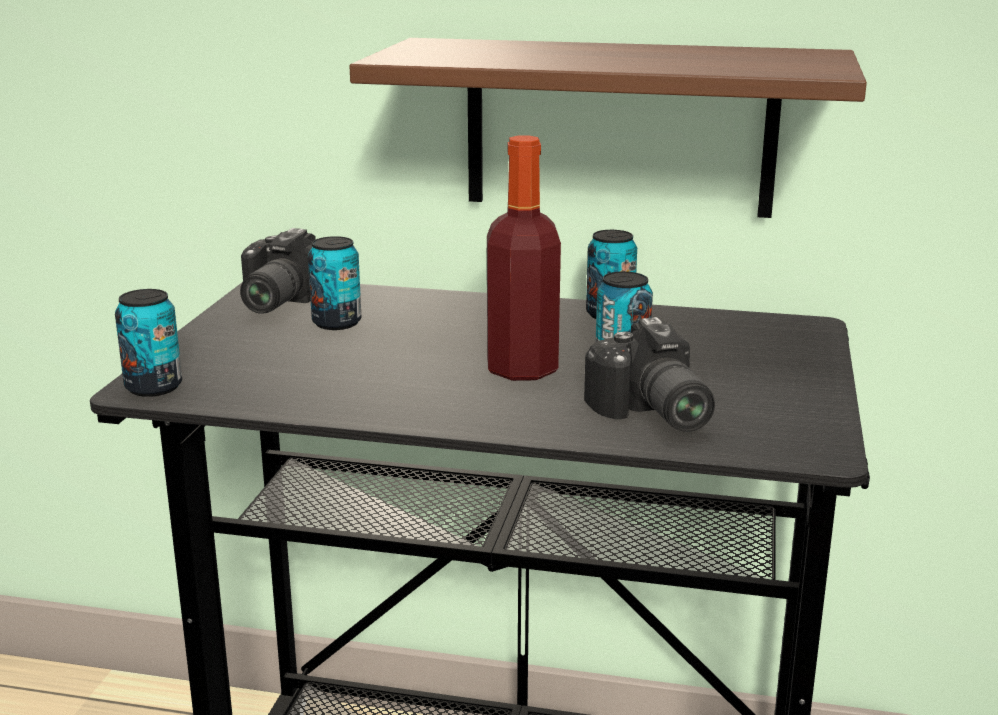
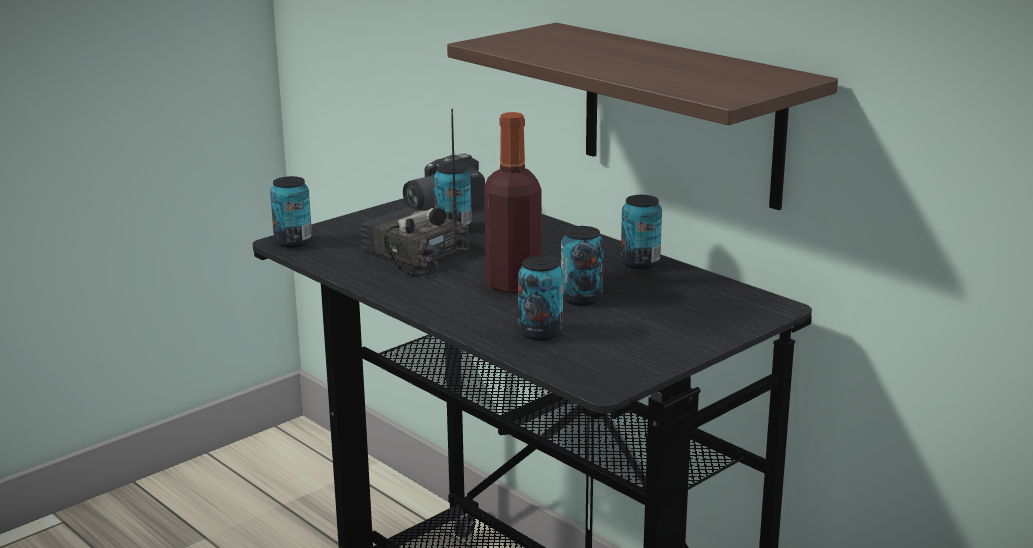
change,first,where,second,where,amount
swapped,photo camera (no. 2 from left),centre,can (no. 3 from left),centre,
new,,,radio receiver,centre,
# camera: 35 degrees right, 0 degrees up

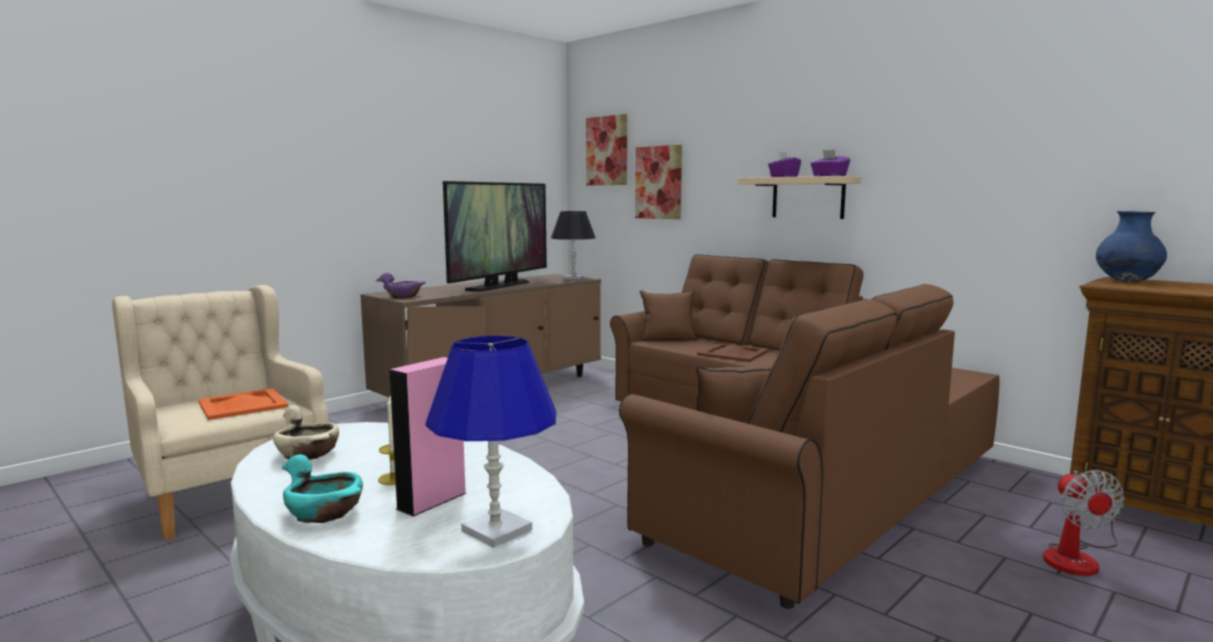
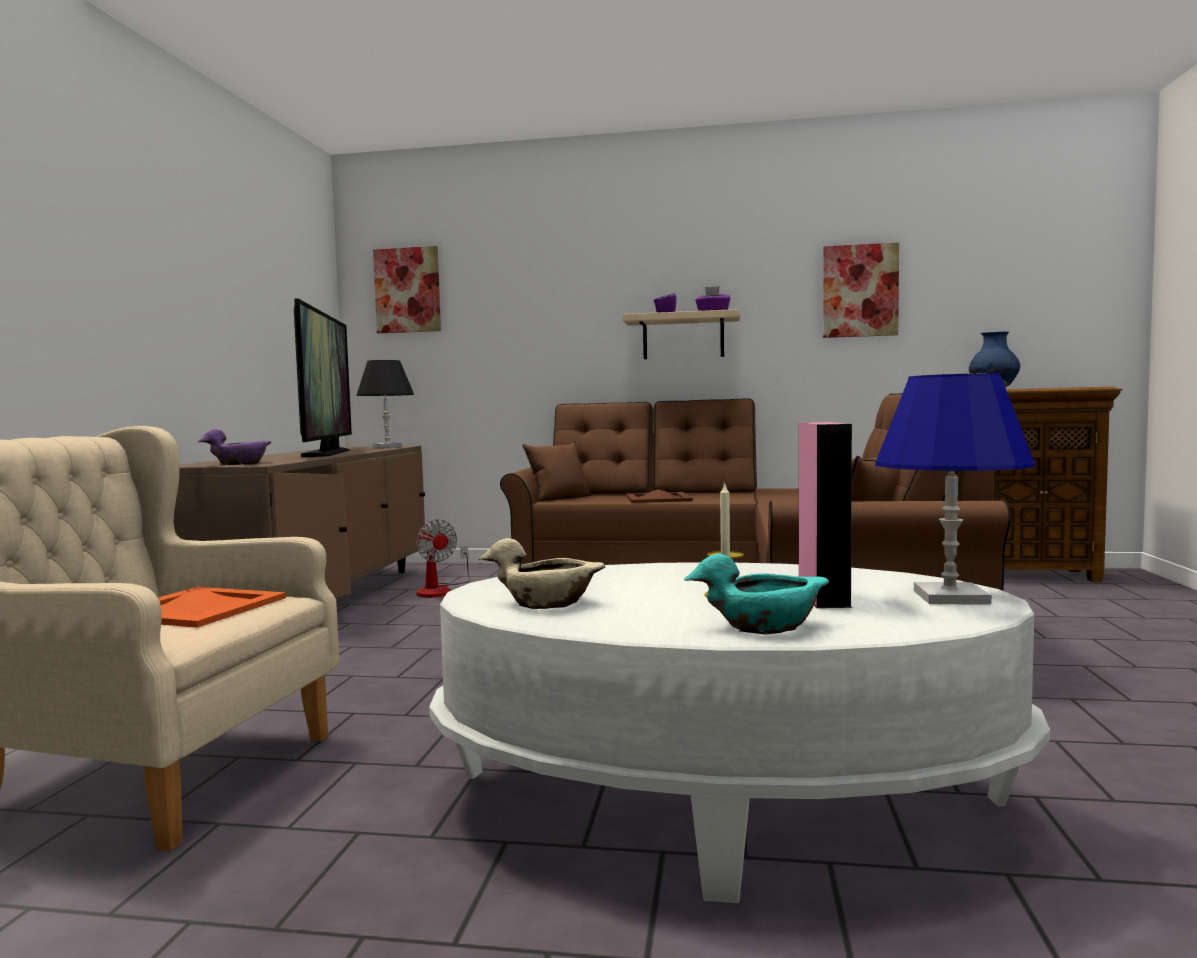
change,first,where,second,where,amount
shifted,picture (no. 2 from left),top centre,,top right,
shifted,cooling fan,bottom right,,centre,
# camera: 35 degrees left, 5 degrees down

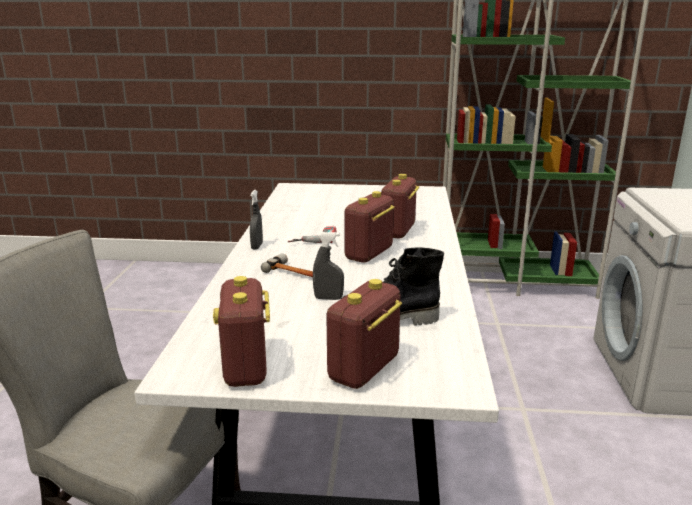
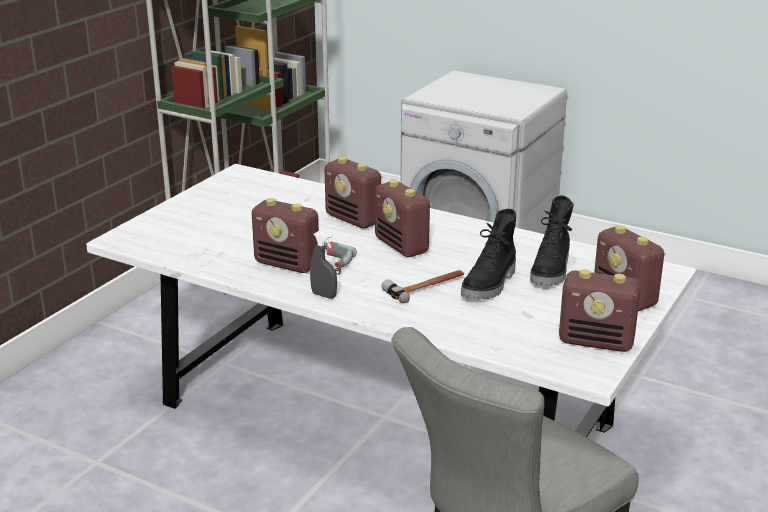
change,first,where,second,where,amount
swapped,greyish hand sprayer (no. 2 from left),centre,black boot (no. 1 from left),centre,
new,,,radio receiver (no. 1 from left),centre,
# camera: 65 degrees left, 5 degrees up

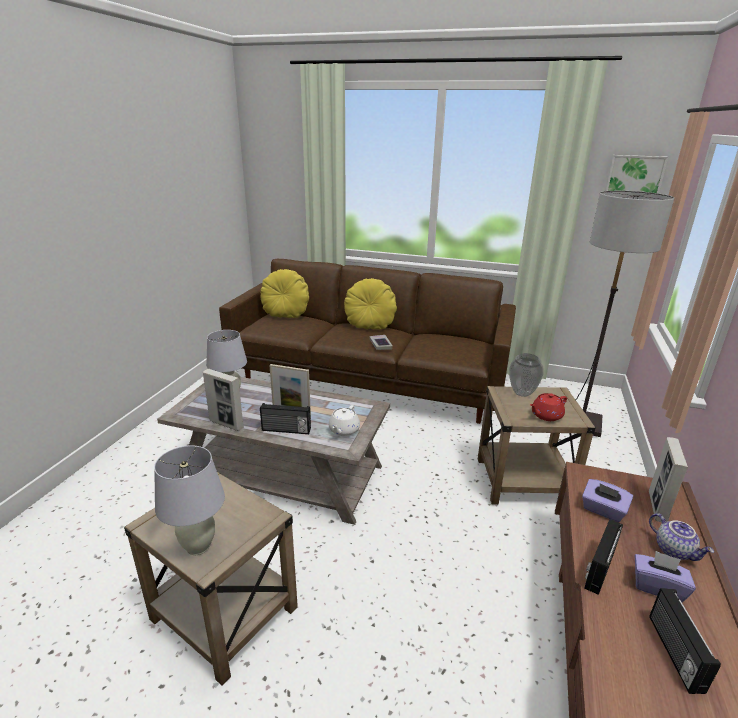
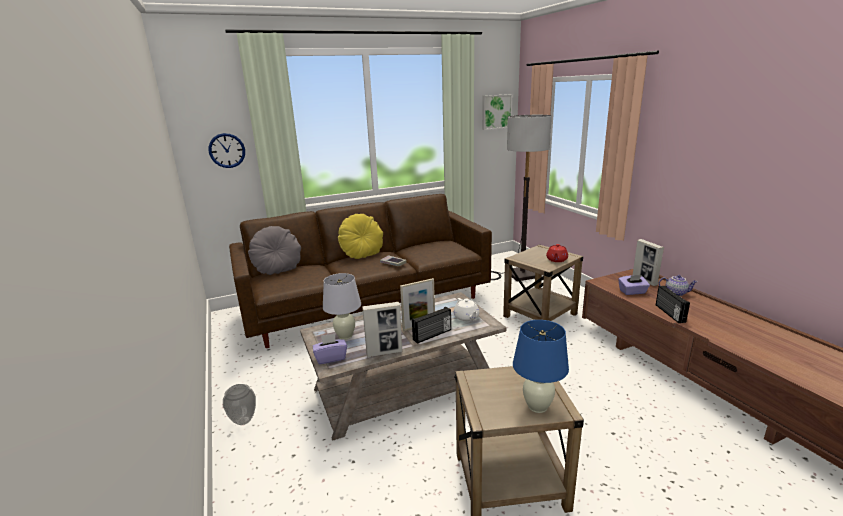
change,first,where,second,where,amount
repainted,white lamp for a table (no. 1 from left),bottom left,bluish lamp for a table,bottom centre,
repainted,yellow throw pillow (no. 1 from left),centre,greyish throw pillow,middle left,
shifted,vase,middle right,,bottom left,
shifted,purplish box of tissues (no. 2 from left in the first image),bottom right,purplish box of tissues (no. 1 from left),bottom centre,
gone,radio receiver (no. 3 from left),bottom right,,,
new,,,hanging clock,top left,
# camera: 40 degrees left, 5 degrees down

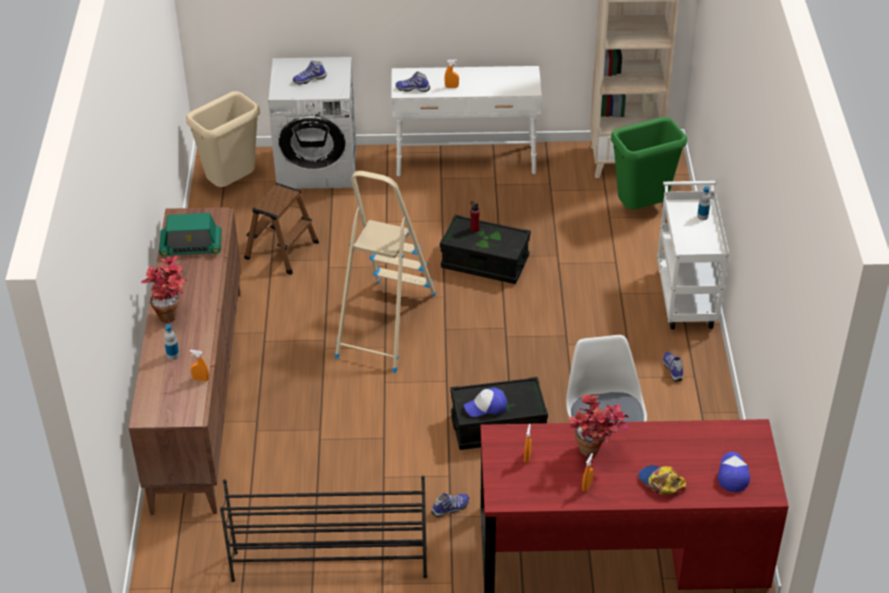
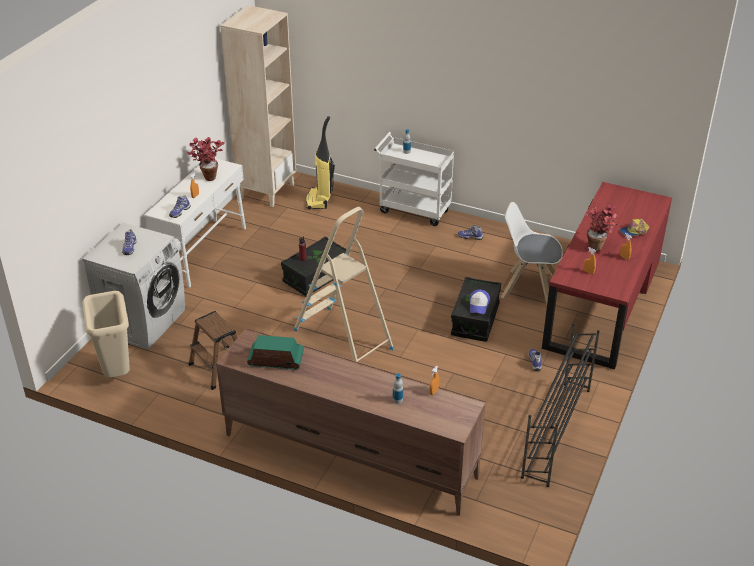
change,first,where,second,where,amount
shifted,potted plant (no. 1 from left),middle left,,top left,
rotated,radio receiver,middle left,,centre,105 degrees counterclockwise
swapped,green waste bin,top right,vacuum,top centre,
gone,baseball cap (no. 3 from left),bottom right,,,
# camera: 65 degrees left, 5 degrees down

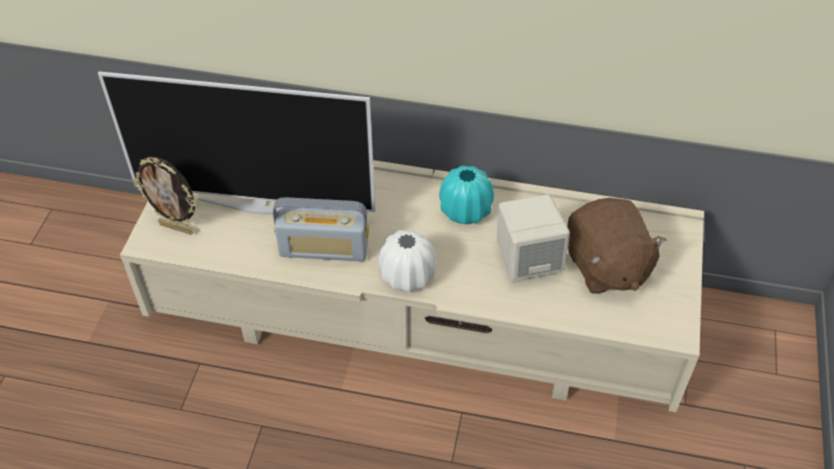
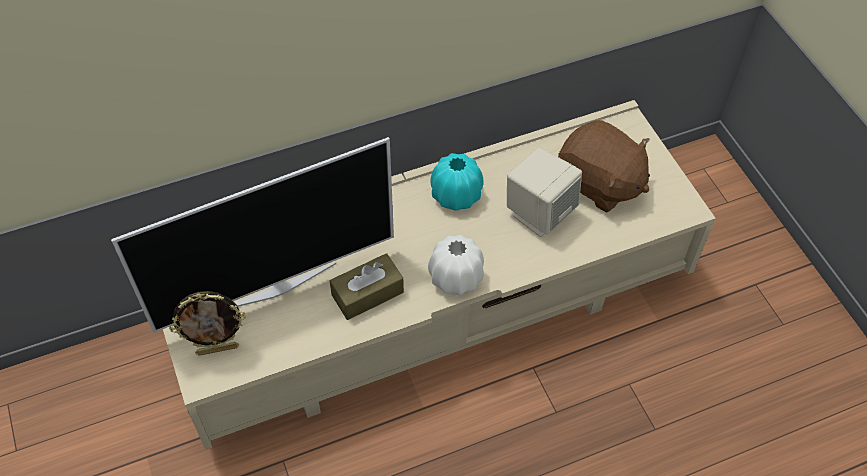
change,first,where,second,where,amount
swapped,radio receiver,centre,brown-coloured box of tissues,centre,
# camera: 35 degrees left, 5 degrees up

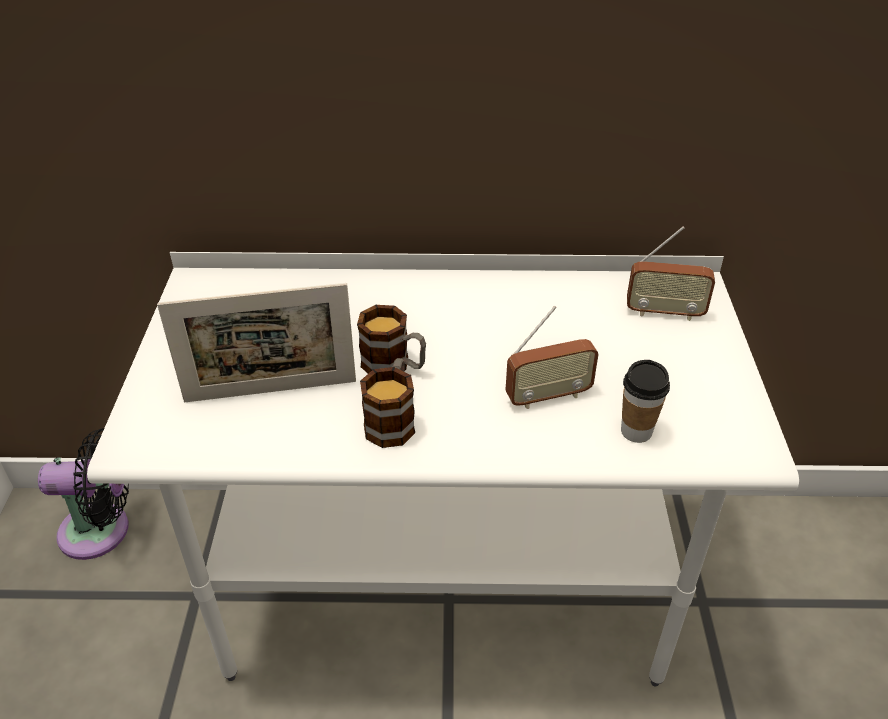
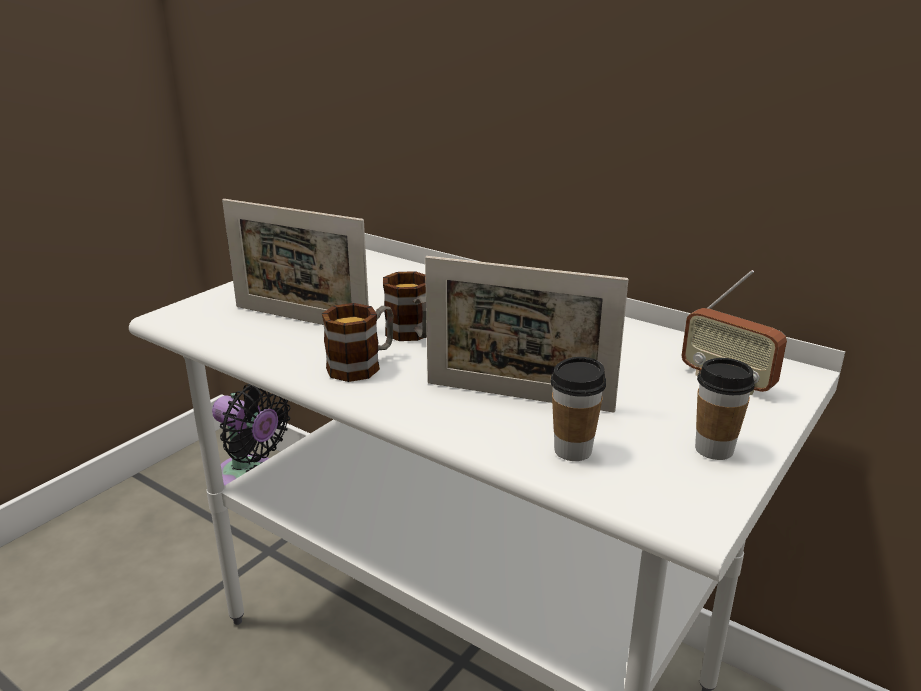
change,first,where,second,where,amount
swapped,radio receiver (no. 1 from left),centre,photo frame (no. 2 from left),centre,
new,,,small cup (no. 2 from left),middle right,
# camera: 35 degrees right, 15 degrees down

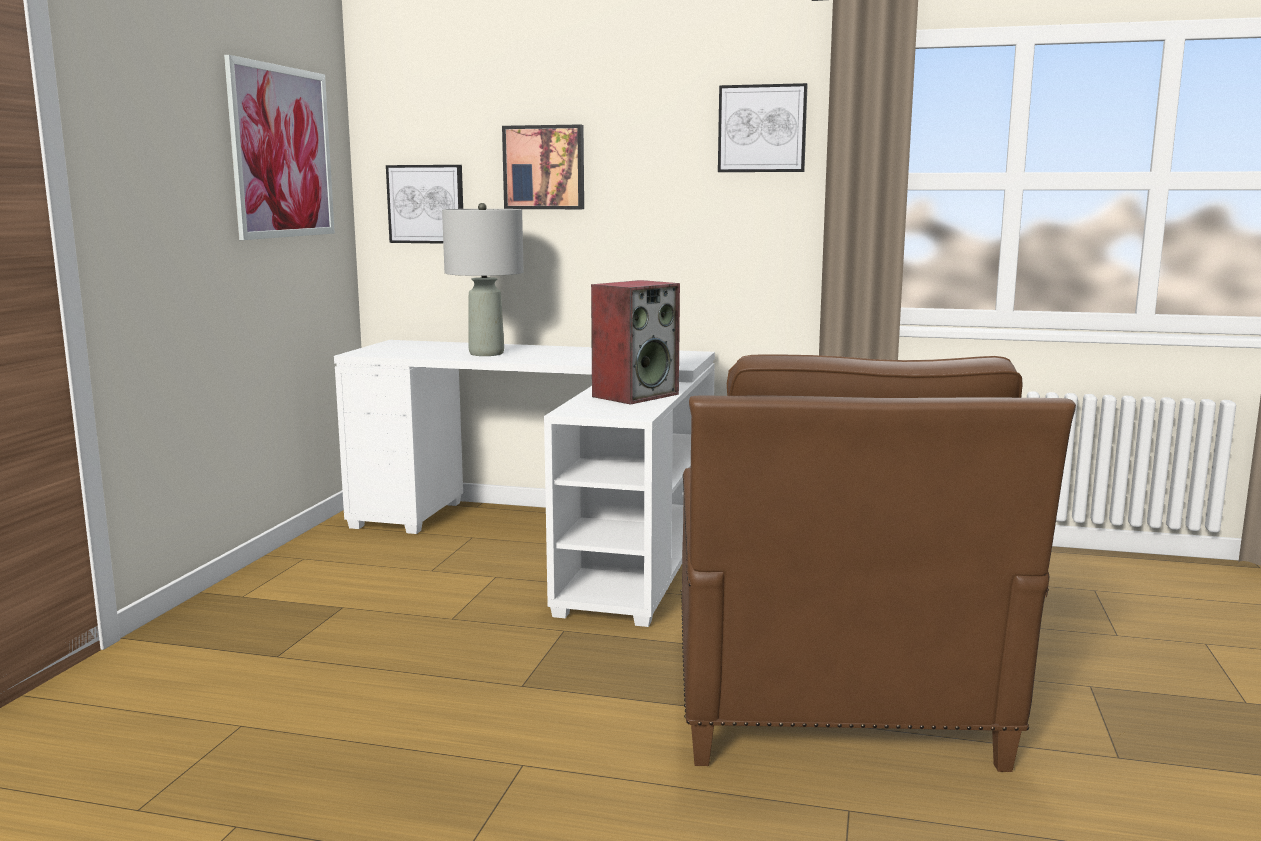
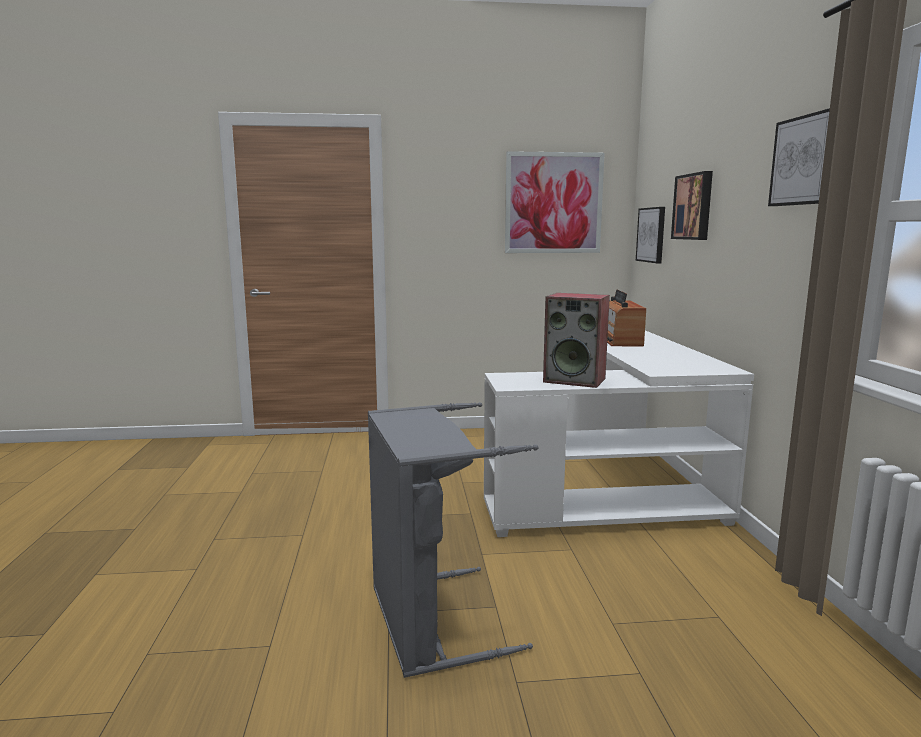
change,first,where,second,where,amount
swapped,greyish lamp for a table,top centre,radio receiver,middle right,
swapped,brown-coloured armchair,bottom right,greyish washing basket,bottom centre,
# camera: 70 degrees right, 0 degrees up

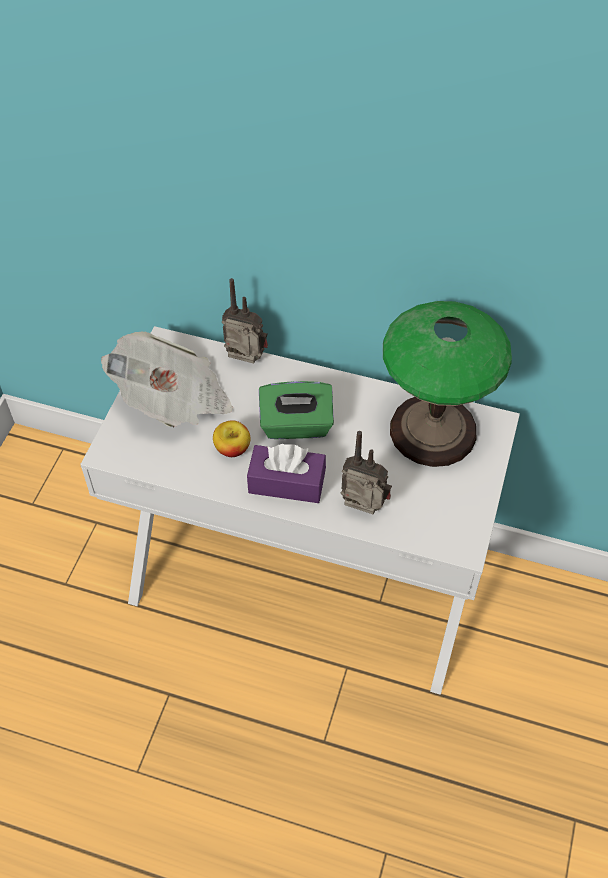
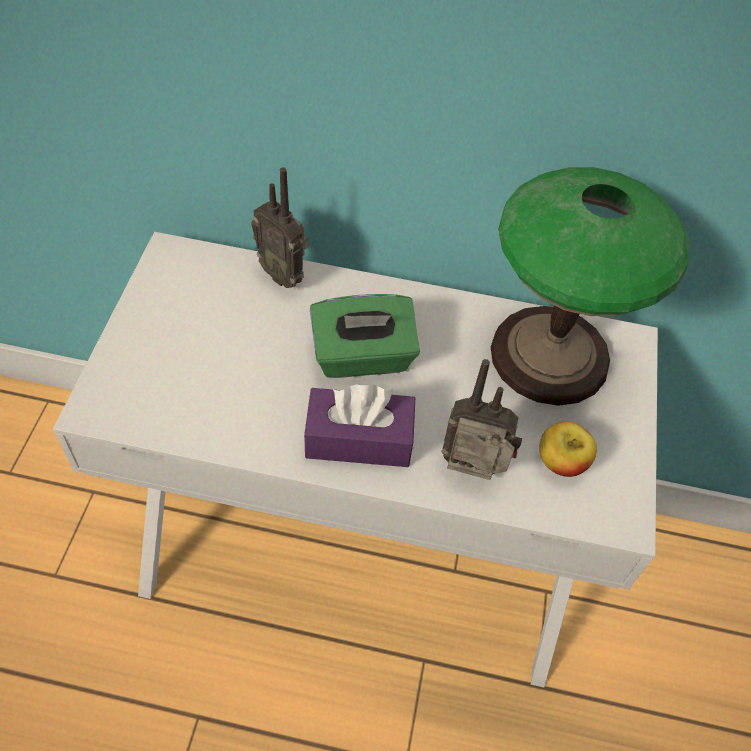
change,first,where,second,where,amount
gone,printed paper,middle left,,,
shifted,whole apple,centre,,middle right,
rotated,radio receiver (no. 1 from left),centre,,top centre,150 degrees counterclockwise
# camera: 10 degrees left, 0 degrees up

